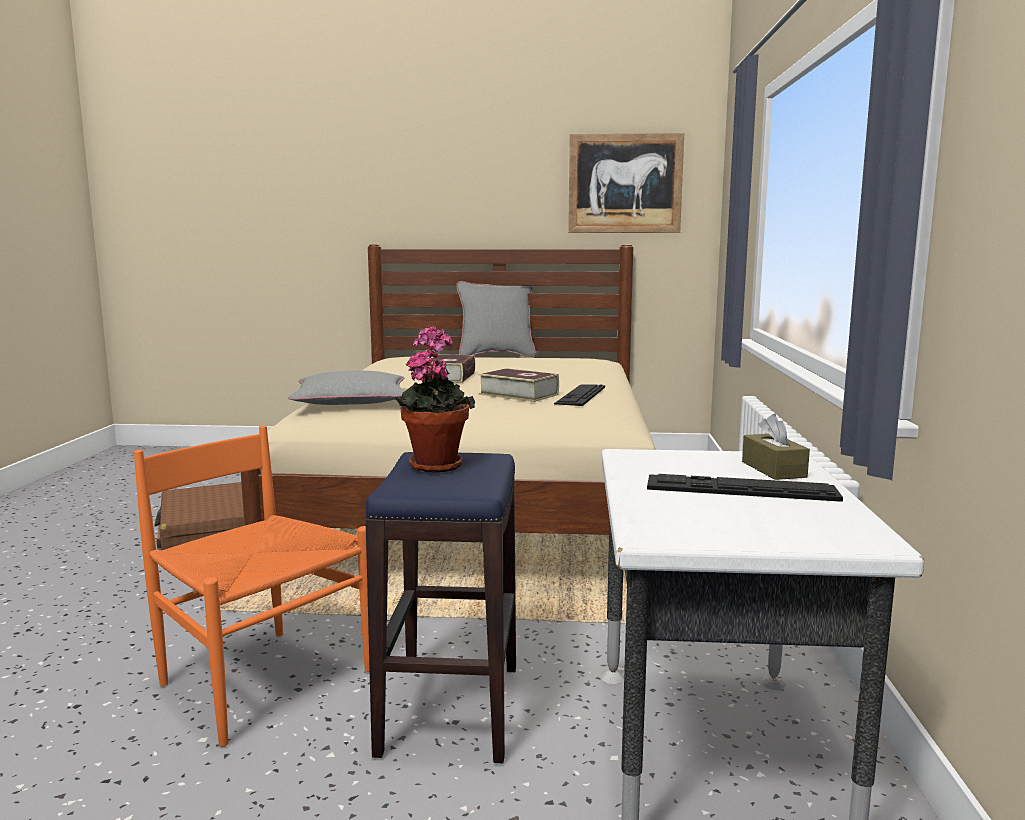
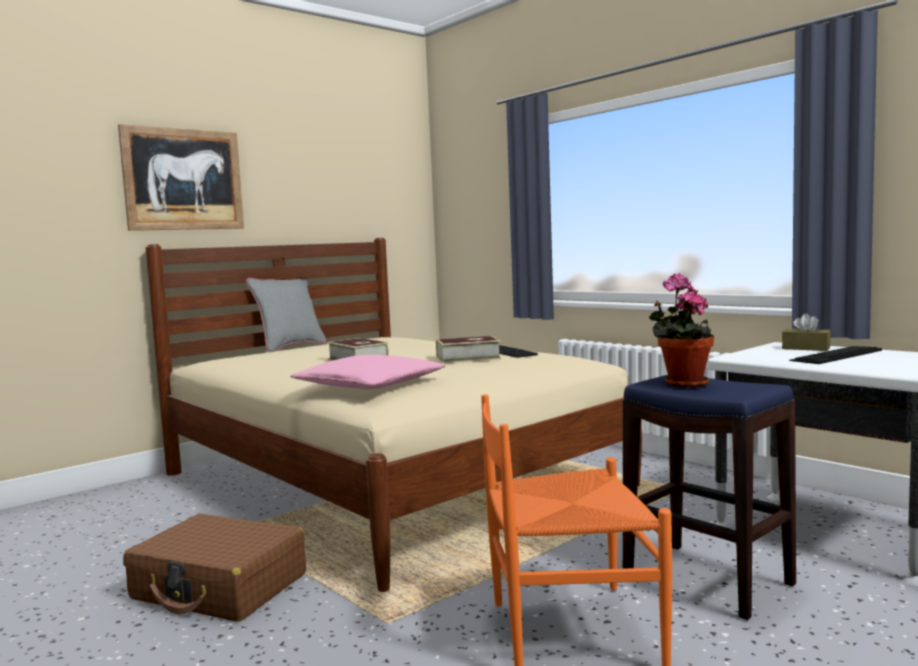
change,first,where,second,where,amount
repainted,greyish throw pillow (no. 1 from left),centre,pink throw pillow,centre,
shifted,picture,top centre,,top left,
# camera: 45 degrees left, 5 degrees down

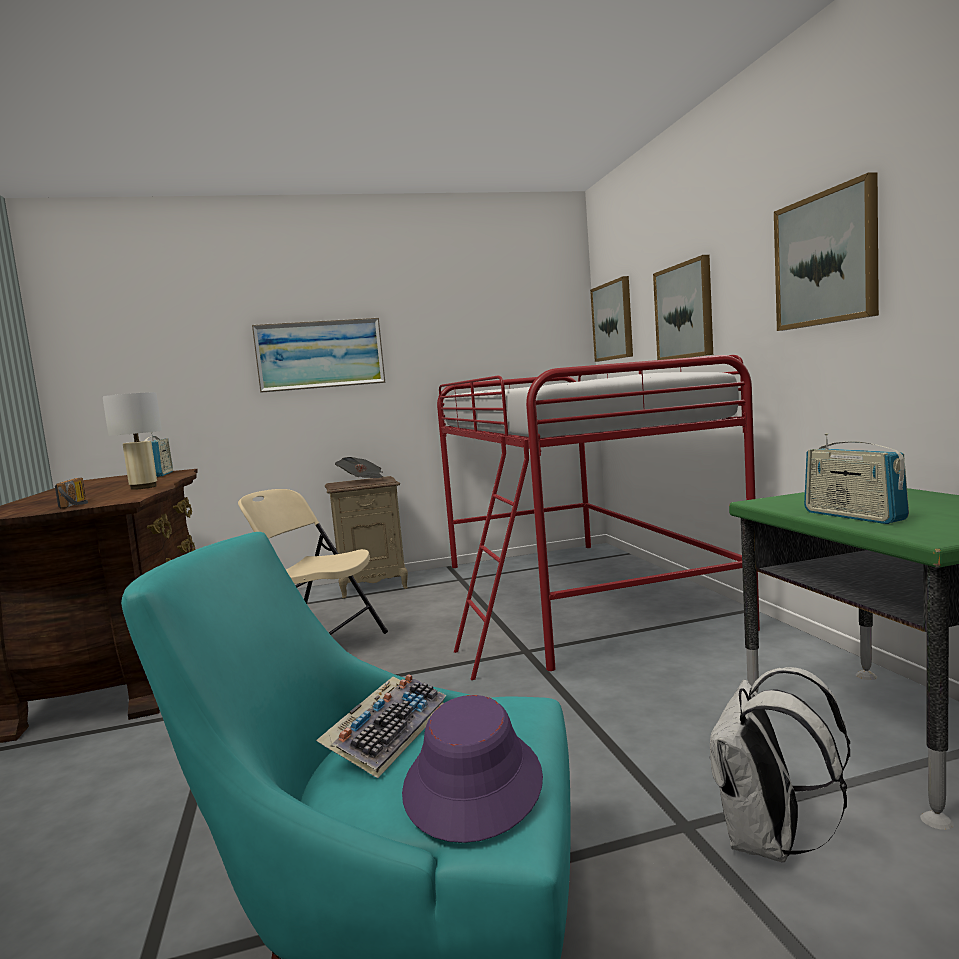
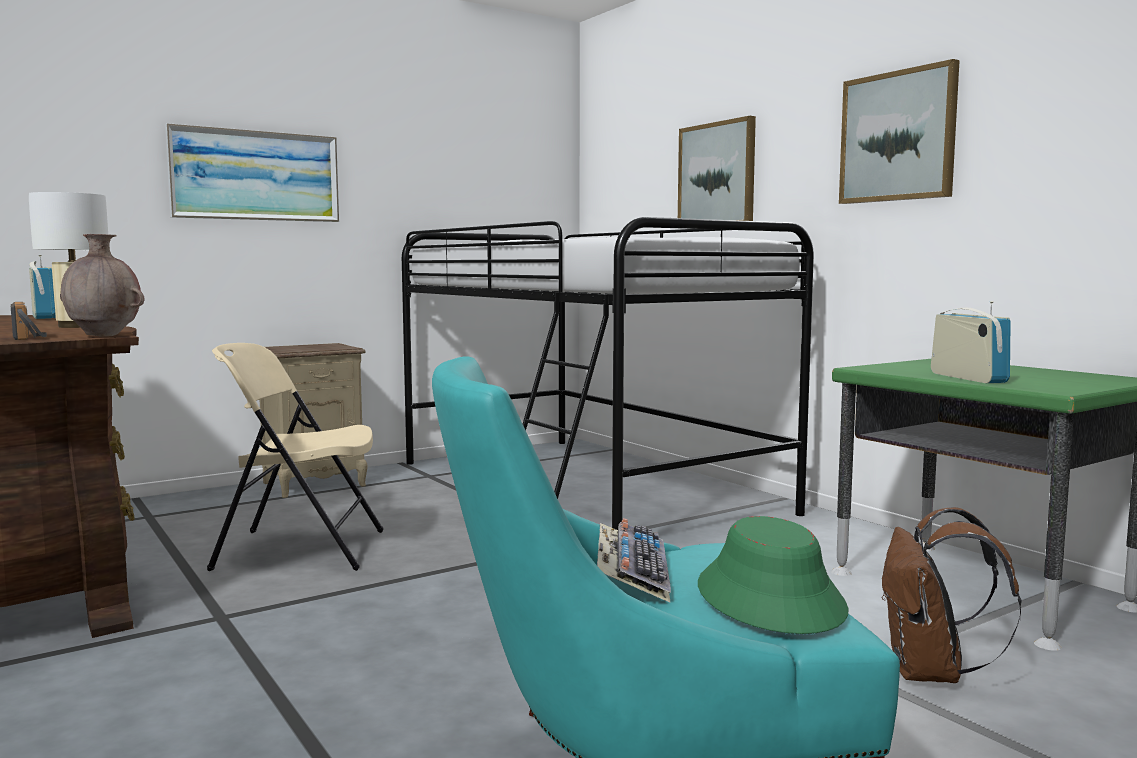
change,first,where,second,where,amount
gone,printed paper,centre,,,
repainted,purplish wearable hat,bottom centre,green wearable hat,bottom right,
repainted,red-coloured bedroom bed,centre,black bedroom bed,centre,
gone,picture (no. 2 from left),top centre,,,
repainted,white knapsack,bottom right,brown-coloured knapsack,bottom right,
rotated,radio receiver (no. 3 from left),middle right,,middle right,150 degrees counterclockwise
new,,,brown-coloured vase,middle left,
# camera: 20 degrees left, 0 degrees up

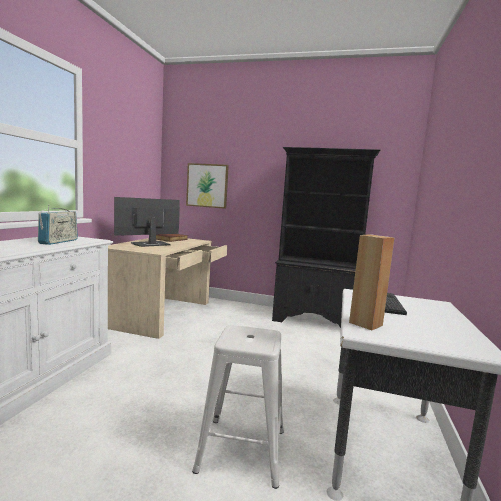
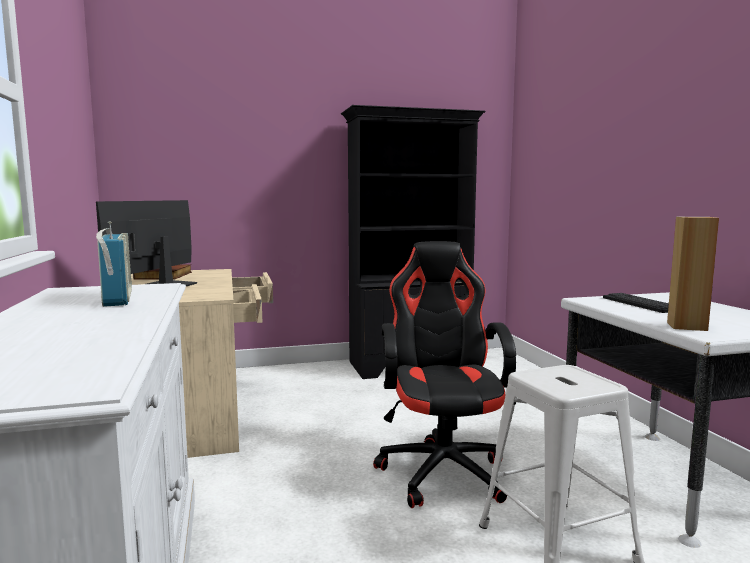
change,first,where,second,where,amount
gone,picture,centre,,,
new,,,black office chair,centre,
# camera: 30 degrees left, 0 degrees up

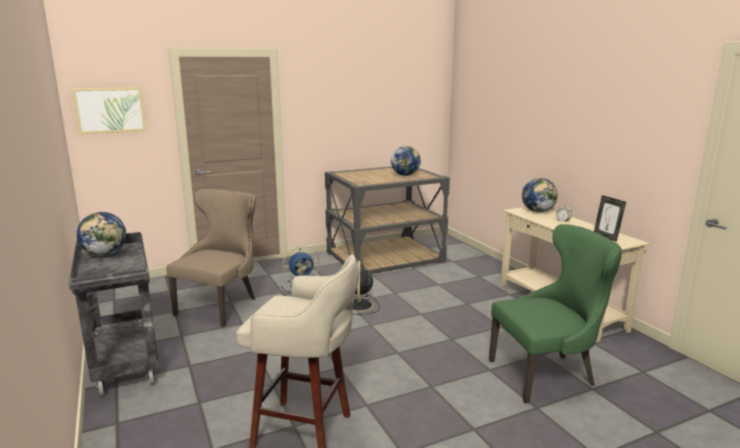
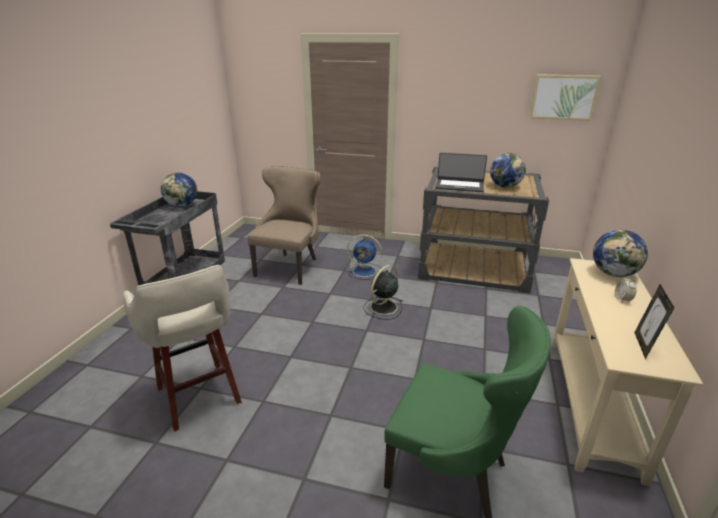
change,first,where,second,where,amount
shifted,picture,top left,,top right,
rotated,sand-coloured upright chair,middle left,,centre,45 degrees counterclockwise
new,,,portable computer,top centre,
# camera: 40 degrees right, 10 degrees up

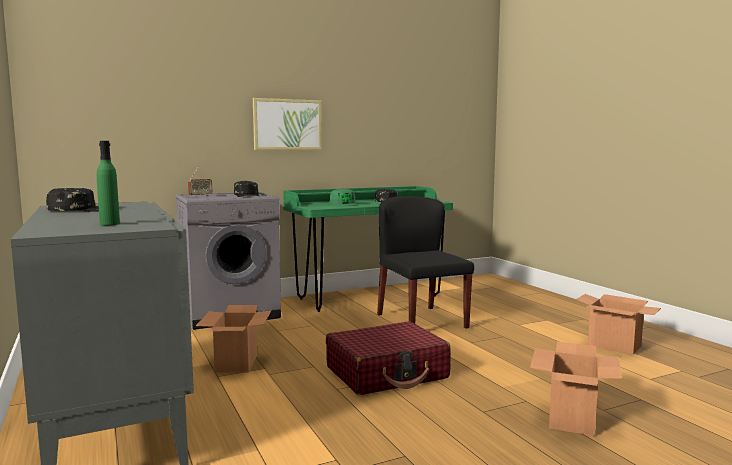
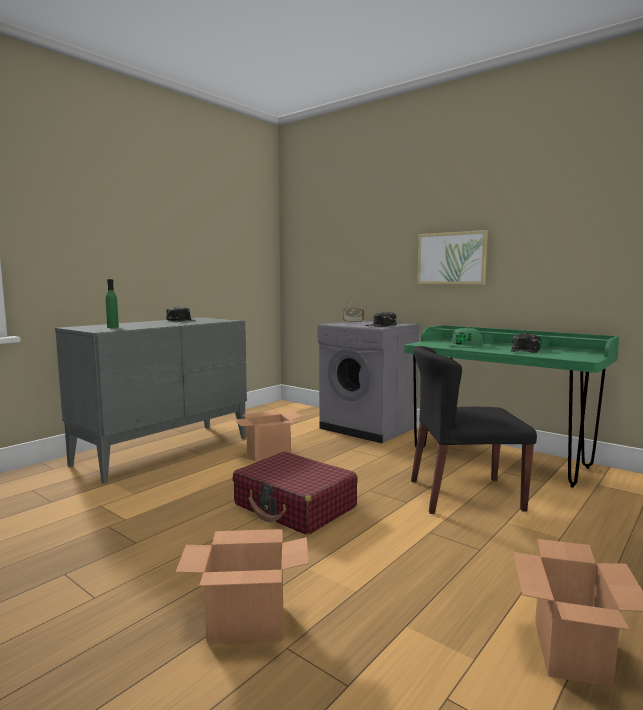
change,first,where,second,where,amount
rotated,black upright chair,centre,,middle right,135 degrees counterclockwise
# camera: 65 degrees right, 0 degrees up

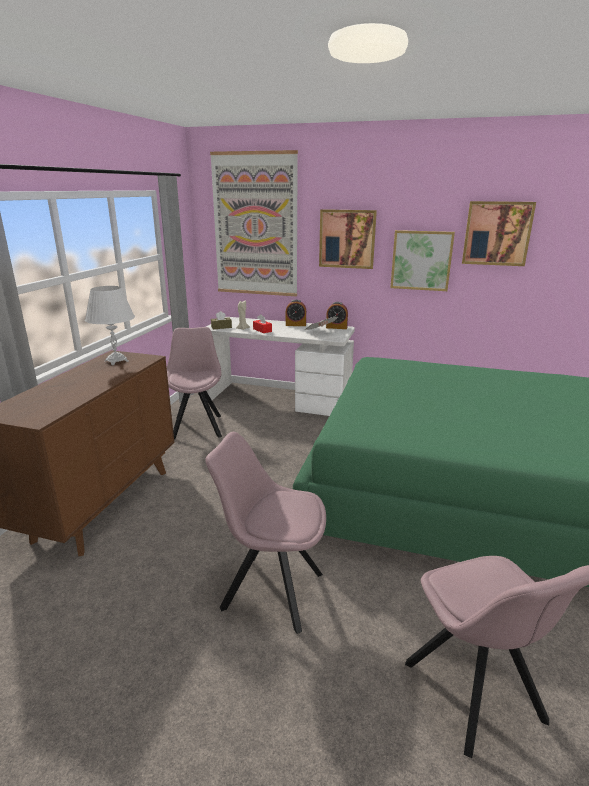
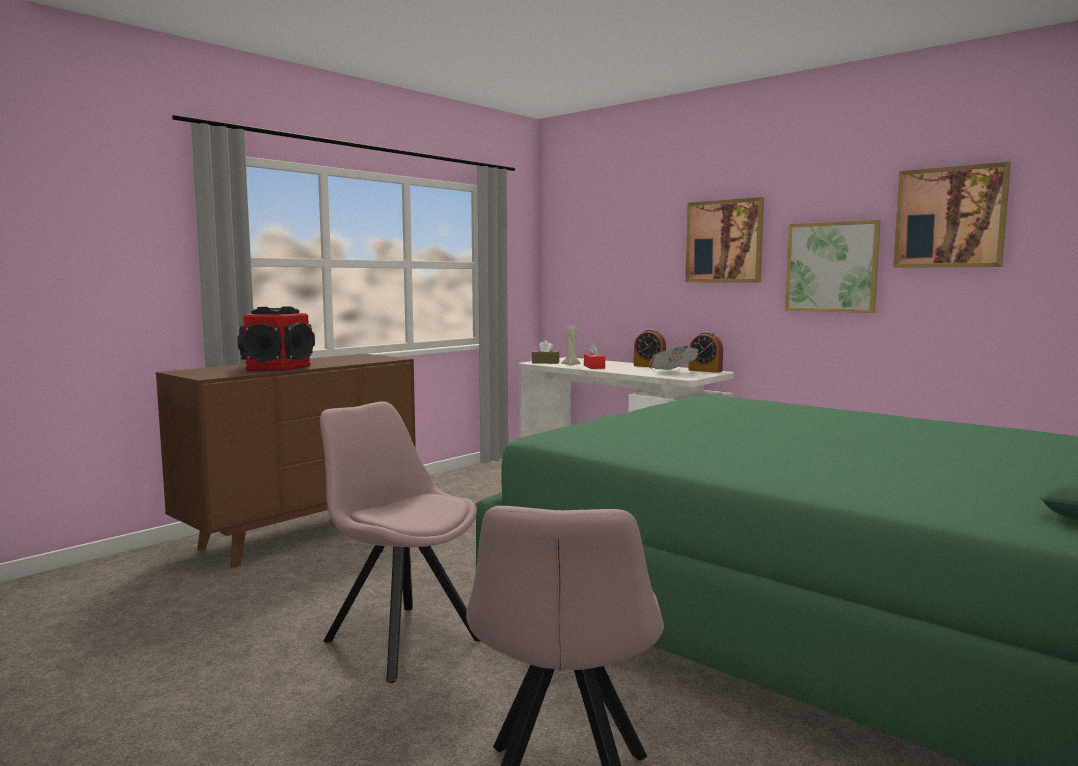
change,first,where,second,where,amount
gone,white lamp for a table,middle left,,,
gone,pink upright chair (no. 1 from left),middle left,,,
gone,picture (no. 1 from left),top centre,,,
new,,,loudspeaker,middle left,
# camera: 25 degrees right, 15 degrees down

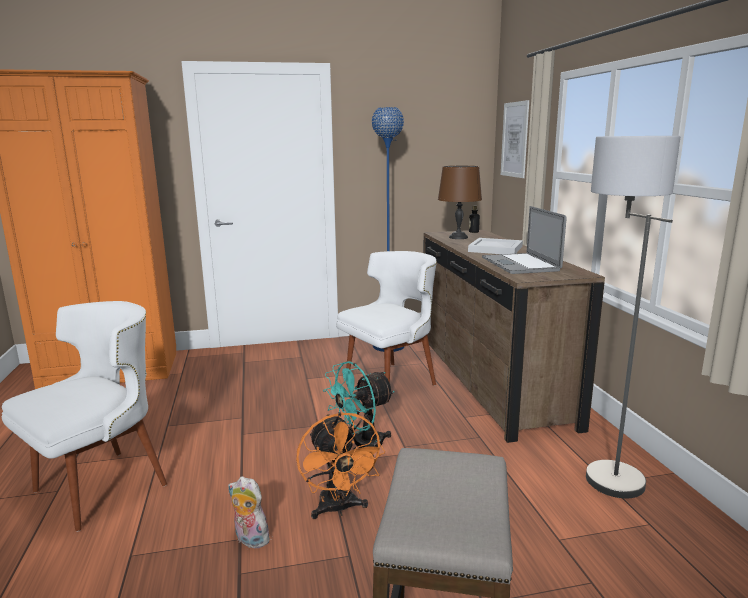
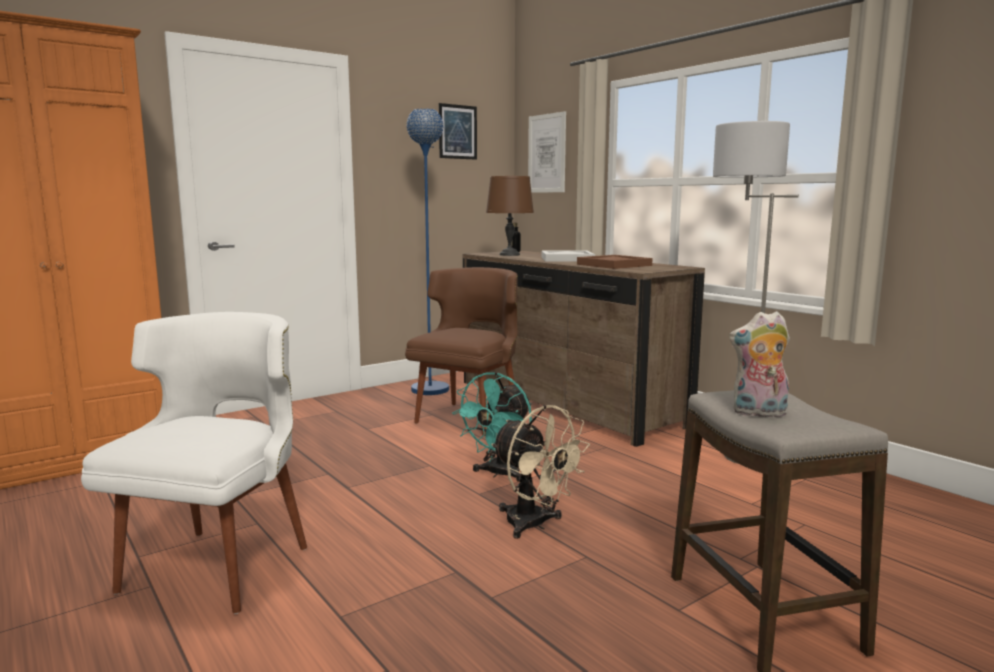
change,first,where,second,where,amount
shifted,plush toy,bottom left,,middle right,
repainted,orange-coloured cooling fan,bottom centre,sand-coloured cooling fan,bottom centre,
repainted,white upright chair (no. 2 from left),centre,brown-coloured upright chair,centre,
swapped,portable computer,middle right,brown-coloured carrying tray,centre,
new,,,picture (no. 1 from left),top centre,
# camera: 25 degrees left, 5 degrees down

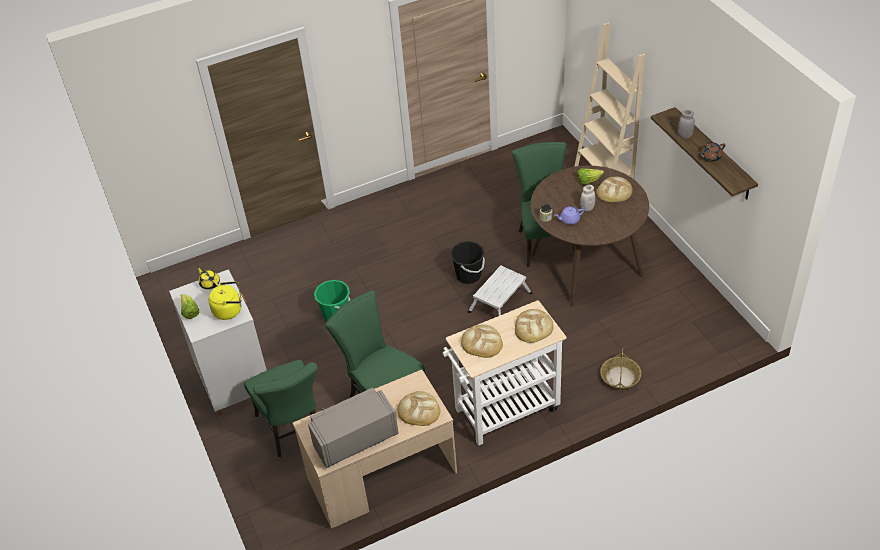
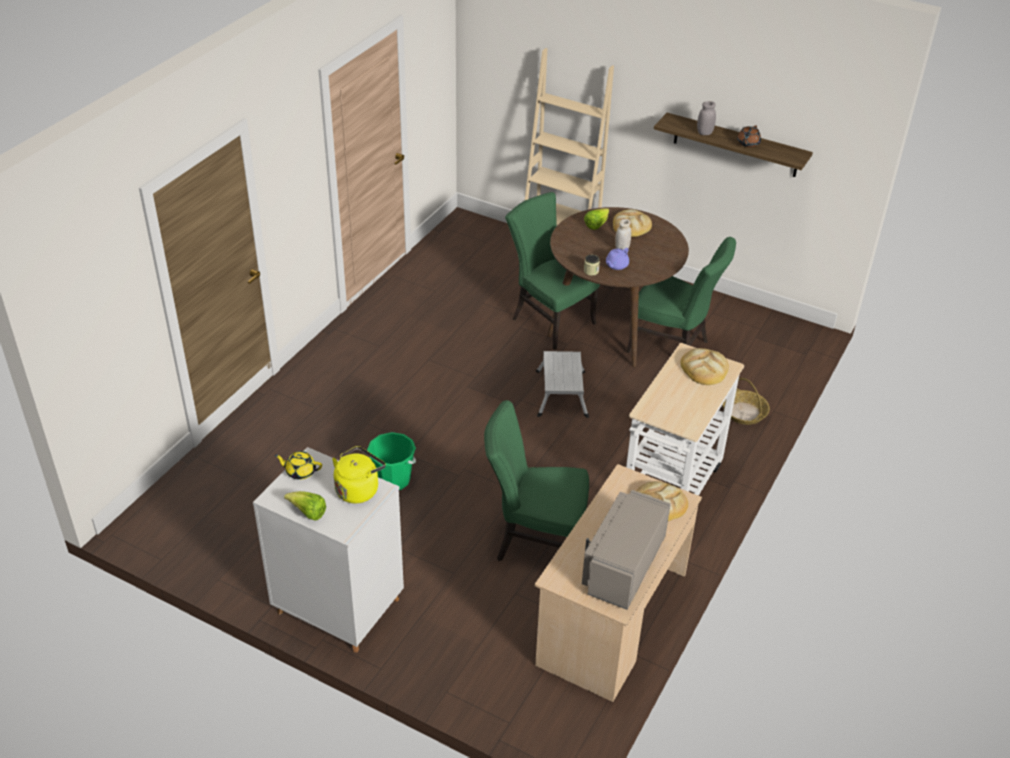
change,first,where,second,where,amount
shifted,green upright chair (no. 1 from left in the first image),bottom left,green upright chair (no. 3 from left),middle right,
gone,black water bucket,centre,,,
gone,bakery bread (no. 2 from left),centre,,,
# camera: 40 degrees left, 5 degrees down

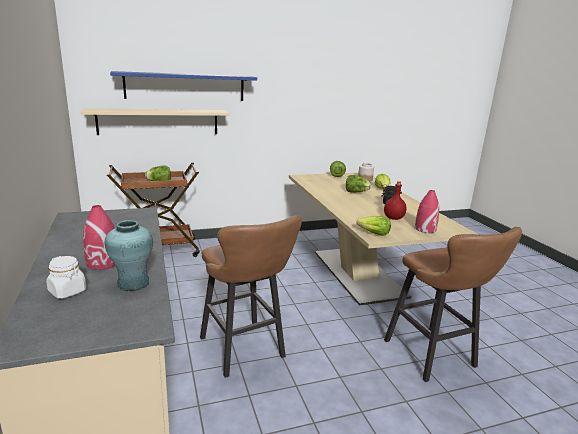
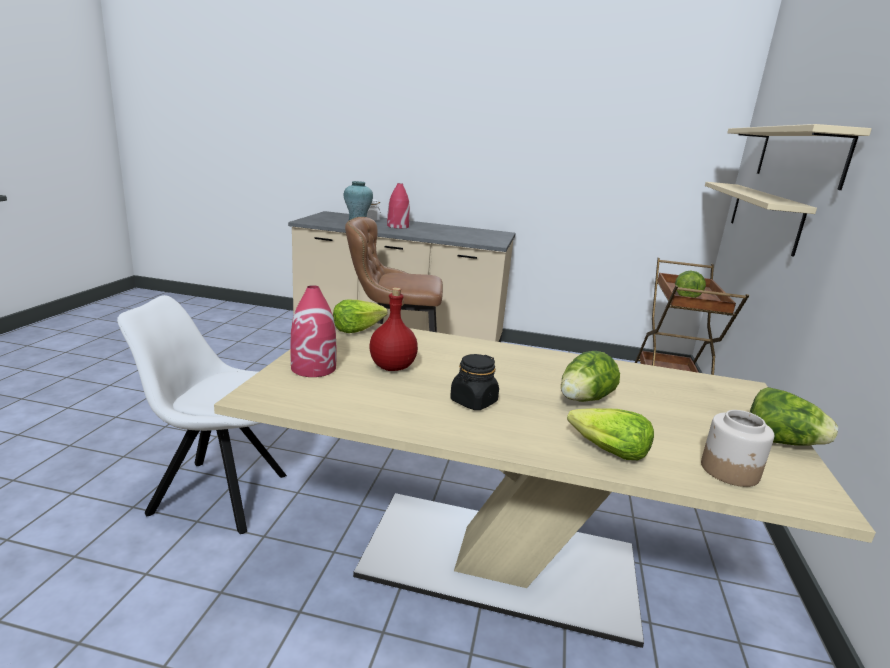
change,first,where,second,where,amount
repainted,bluish bracket shelf,top left,sand-coloured bracket shelf (no. 2 from left),top right,
swapped,brown-coloured sitting stool (no. 2 from left),bottom right,white upright chair,middle left,
# camera: 120 degrees right, 0 degrees up

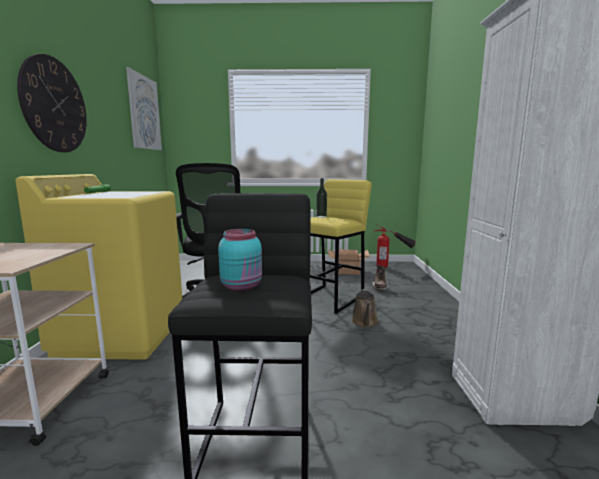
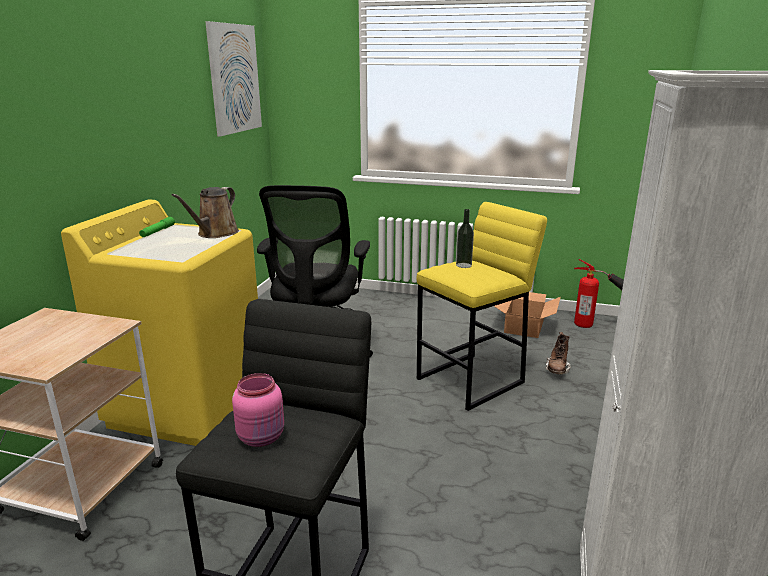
change,first,where,second,where,amount
gone,hanging clock,top left,,,
repainted,turquoise-coloured jar,centre,pink jar,bottom centre,
shifted,brown-coloured watering can,centre,,middle left,
# camera: 15 degrees right, 10 degrees up

